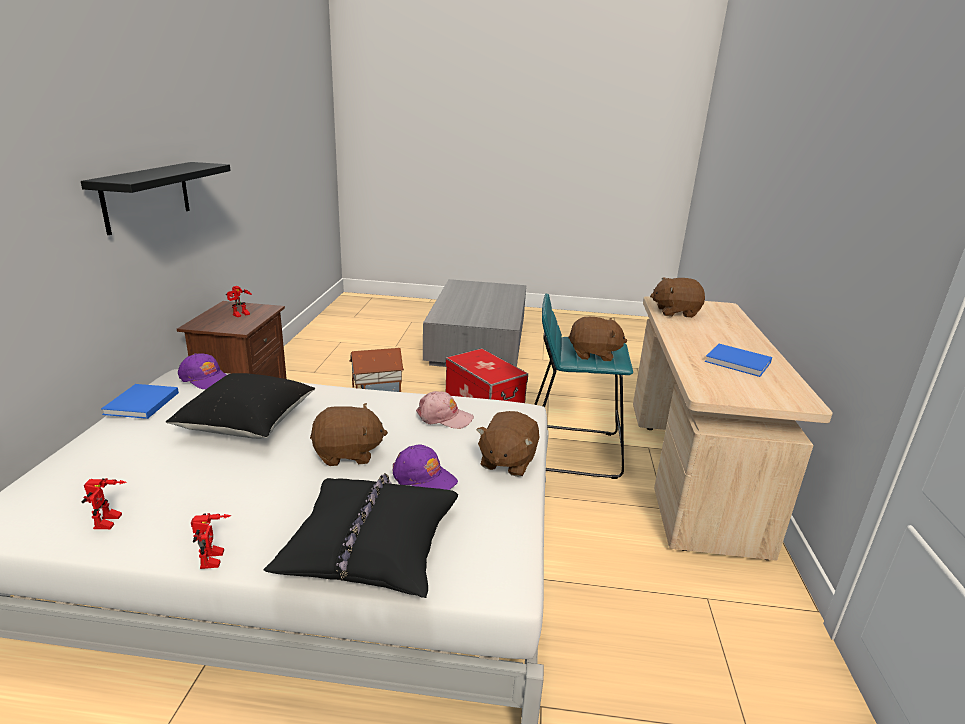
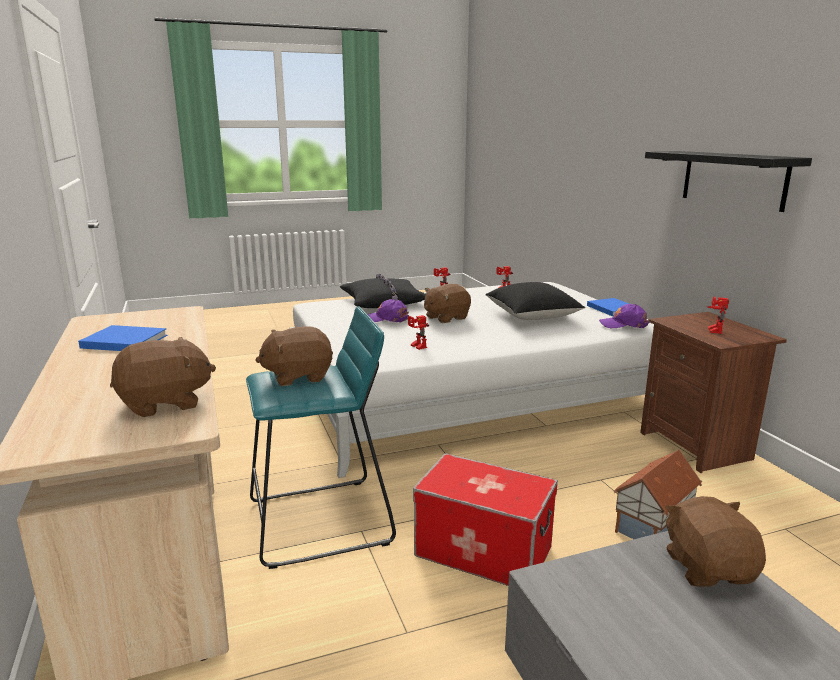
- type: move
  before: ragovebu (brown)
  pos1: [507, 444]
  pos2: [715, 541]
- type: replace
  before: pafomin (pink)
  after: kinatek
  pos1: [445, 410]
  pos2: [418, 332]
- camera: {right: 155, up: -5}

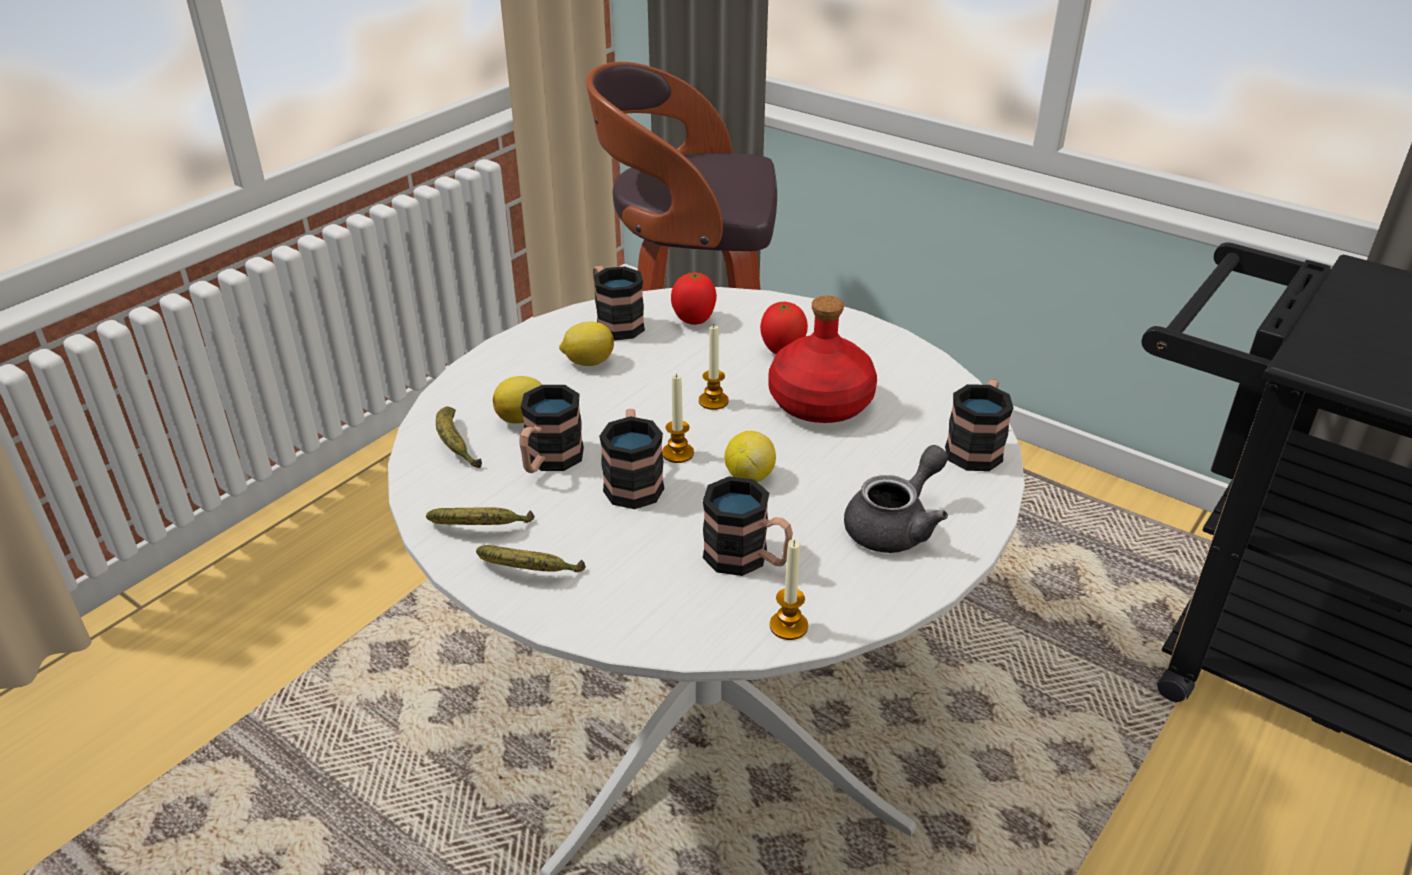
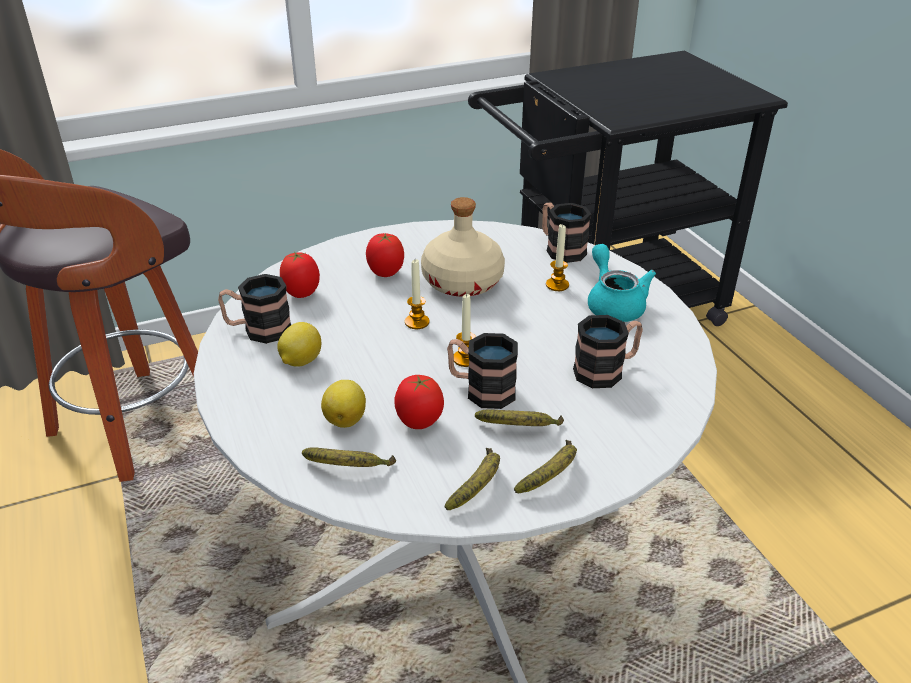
- type: delete
  before: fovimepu
  pos1: [750, 456]
- type: insert
  after: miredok
  pos2: [519, 417]
- type: move
  before: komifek
  pos1: [789, 589]
  pos2: [557, 257]
- type: replace
  before: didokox
  after: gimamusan
  pos1: [551, 429]
  pos2: [419, 402]
- type: recolor
  before: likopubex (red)
  after: likopubex (beige)
  pos1: [822, 359]
  pos2: [463, 247]
- type: recolor
  before: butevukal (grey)
  after: butevukal (turquoise)
  pos1: [896, 499]
  pos2: [622, 283]
- camera: {right: -60, up: 0}

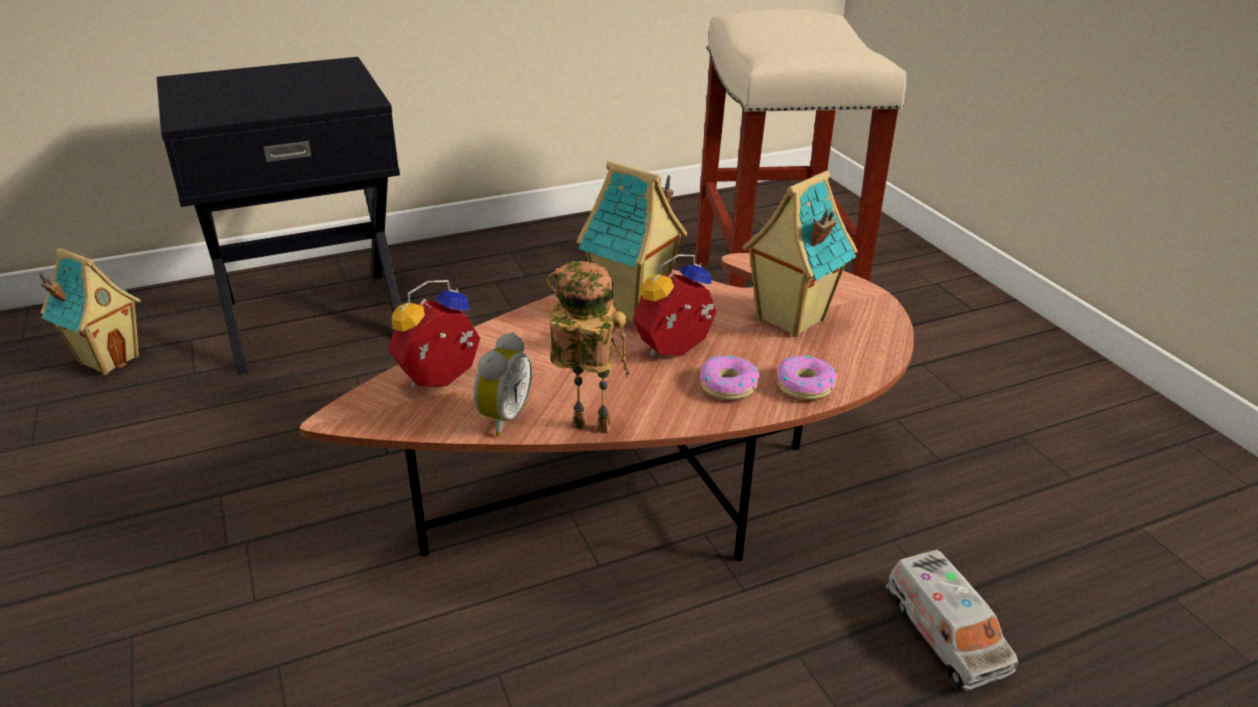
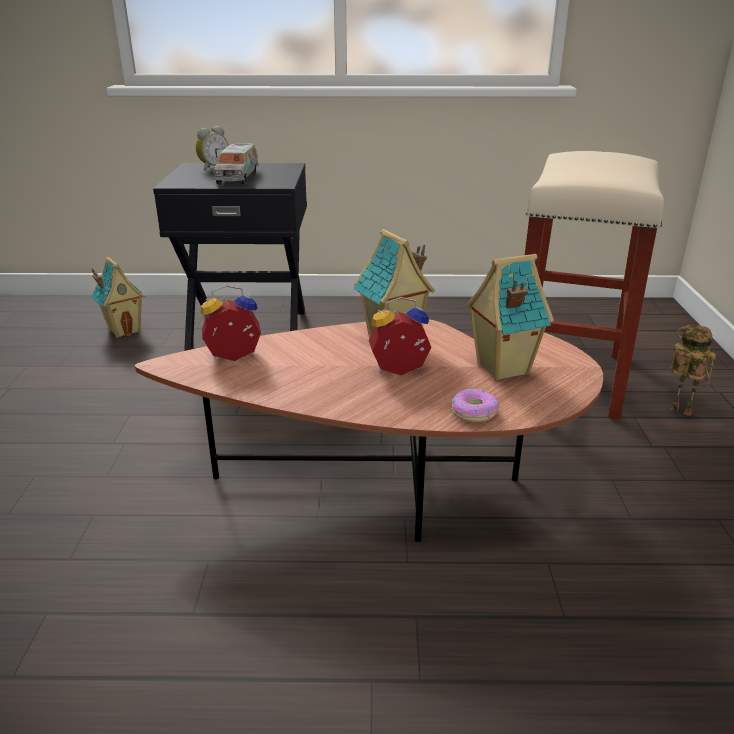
- type: delete
  before: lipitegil
  pos1: [730, 377]
- type: move
  before: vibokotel
  pos1: [503, 384]
  pos2: [212, 148]
- type: move
  before: kinatek
  pos1: [588, 347]
  pos2: [693, 370]
- type: move
  before: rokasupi
  pos1: [952, 620]
  pos2: [236, 164]
- camera: {right: 25, up: -5}

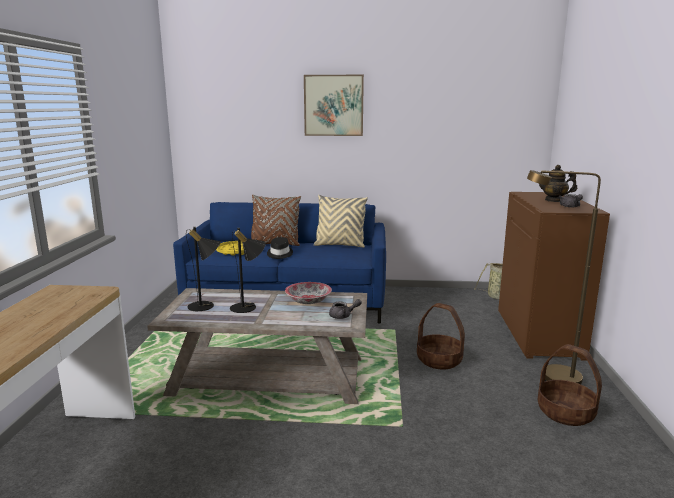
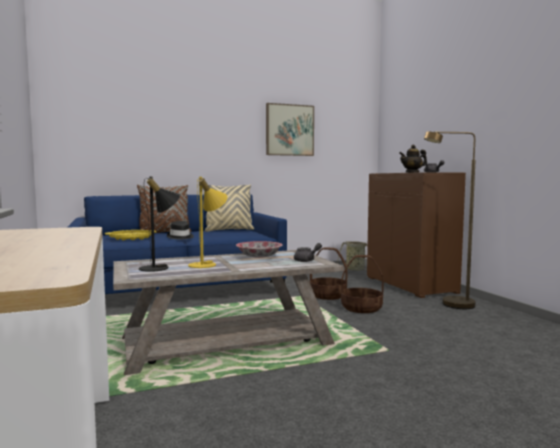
- type: move
  before: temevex
  pos1: [334, 105]
  pos2: [290, 129]
- type: move
  before: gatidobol
  pos1: [569, 385]
  pos2: [329, 273]
- type: recolor
  before: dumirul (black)
  after: dumirul (yellow)
  pos1: [247, 270]
  pos2: [207, 222]
- camera: {right: -25, up: -10}

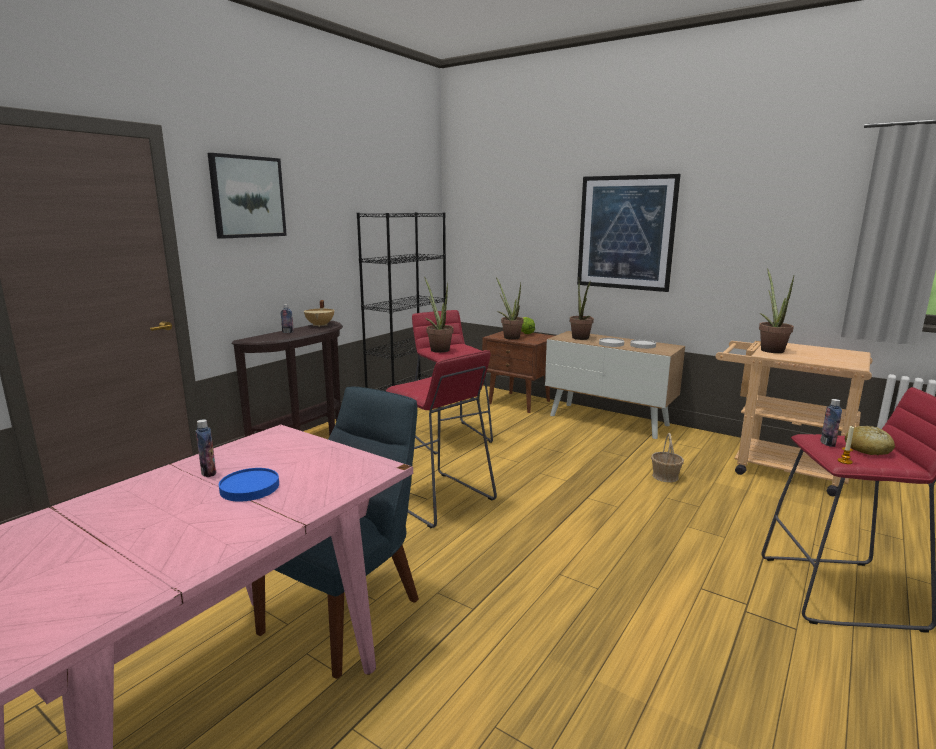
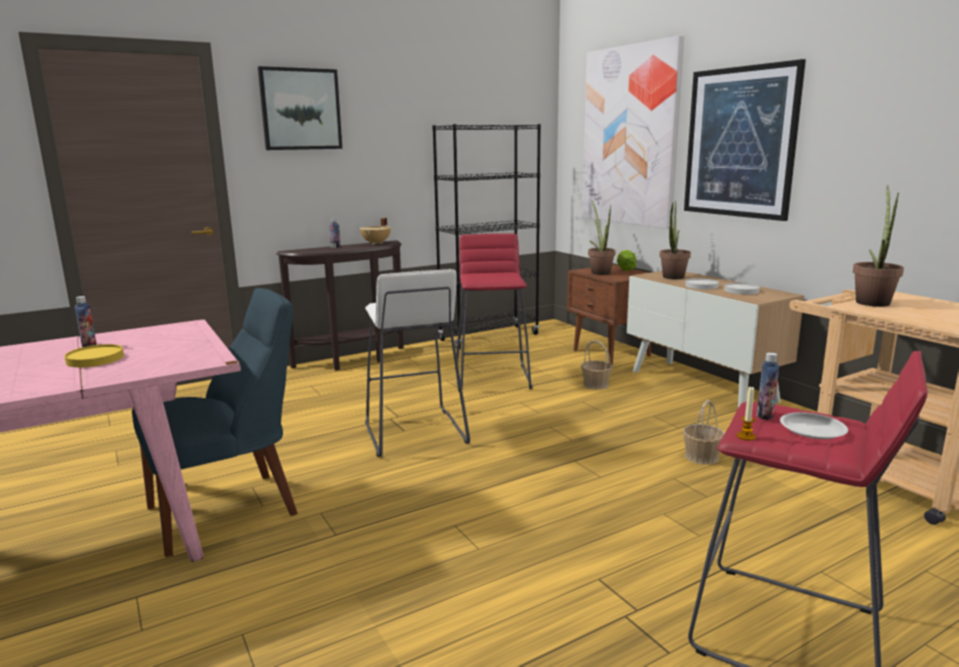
- type: delete
  before: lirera
  pos1: [439, 315]
- type: insert
  after: gatidobol
  pos2: [597, 365]
- type: insert
  after: temevex
  pos2: [633, 132]
- type: replace
  before: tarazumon
  after: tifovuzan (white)
  pos1: [870, 440]
  pos2: [814, 425]
- type: recolor
  before: tifovuzan (blue)
  after: tifovuzan (yellow)
  pos1: [249, 485]
  pos2: [94, 355]
- type: recolor
  before: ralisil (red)
  after: ralisil (white)
  pos1: [441, 439]
  pos2: [417, 363]
- camera: {right: 25, up: 0}

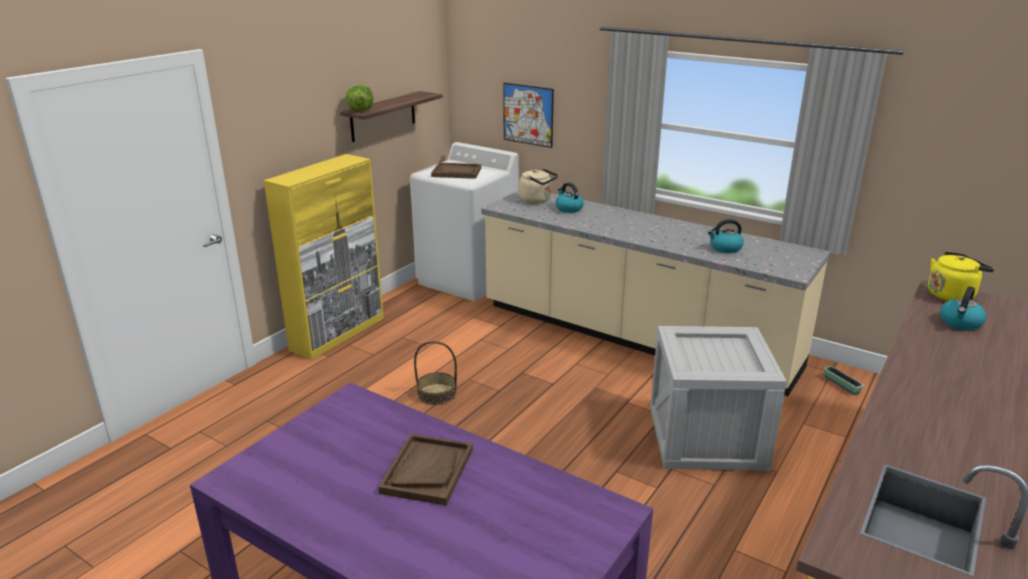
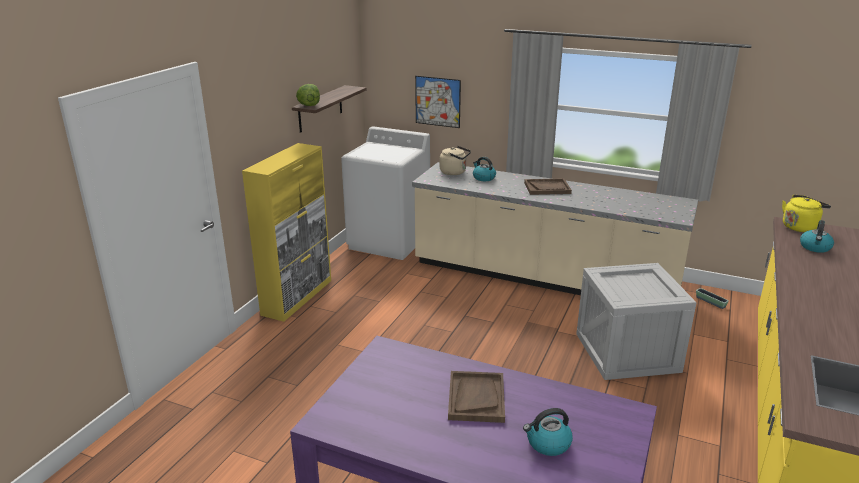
- type: delete
  before: gatidobol
  pos1: [435, 373]
- type: move
  before: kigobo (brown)
  pos1: [456, 171]
  pos2: [548, 186]
- type: move
  before: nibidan
  pos1: [725, 236]
  pos2: [548, 432]
- camera: {right: -10, up: 0}

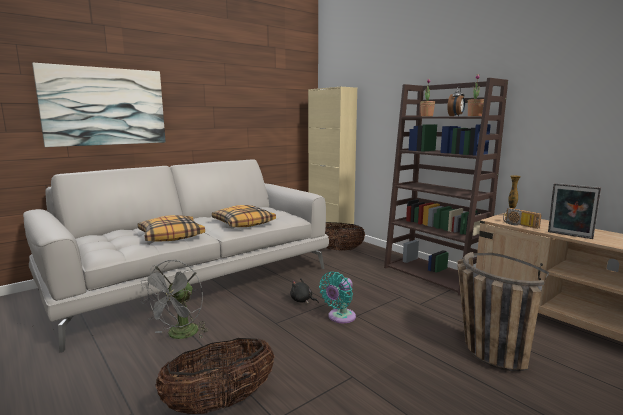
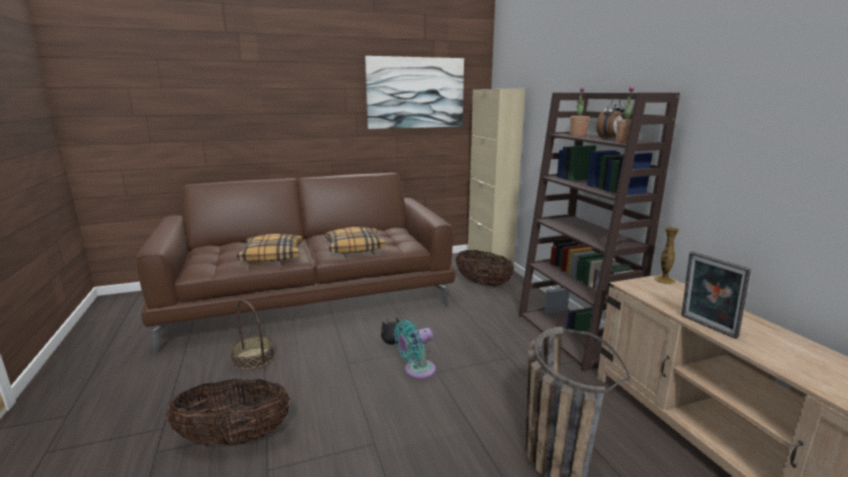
- type: delete
  before: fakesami
  pos1: [522, 218]
- type: move
  before: temevex
  pos1: [99, 105]
  pos2: [414, 92]
- type: replace
  before: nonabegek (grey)
  after: gatidobol
  pos1: [174, 299]
  pos2: [252, 335]
- type: recolor
  before: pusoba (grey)
  after: pusoba (brown)
  pos1: [176, 256]
  pos2: [295, 264]
- camera: {right: 20, up: 5}

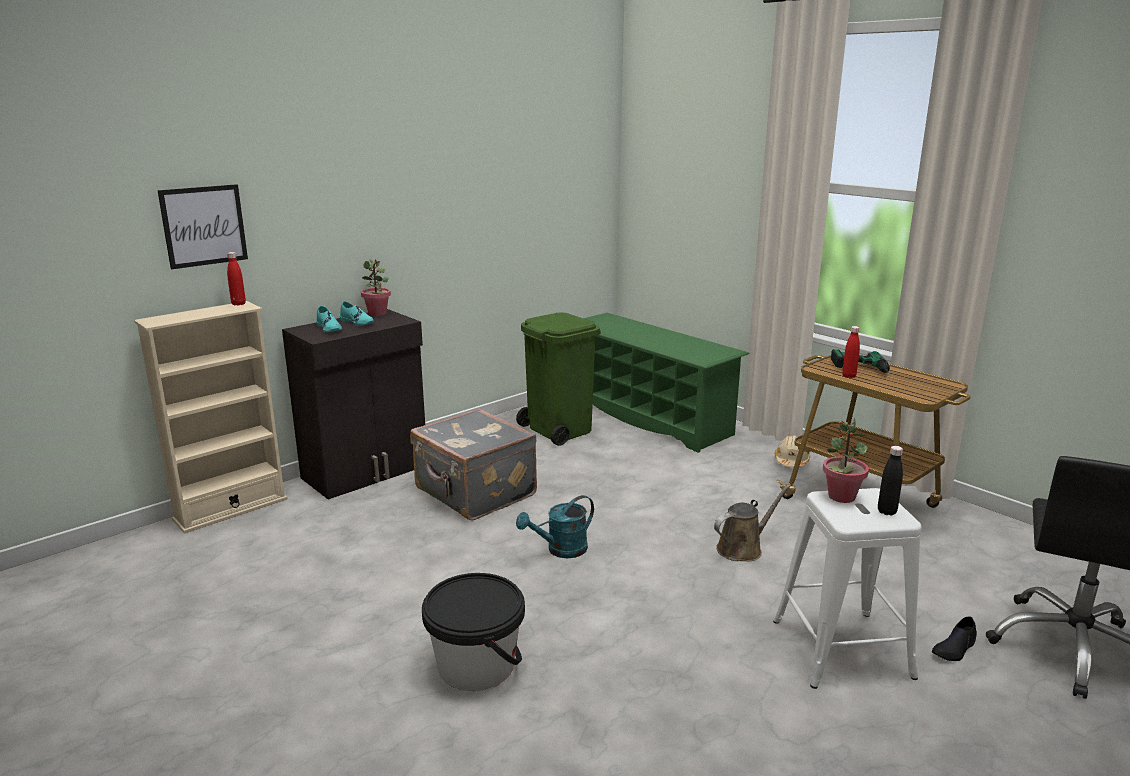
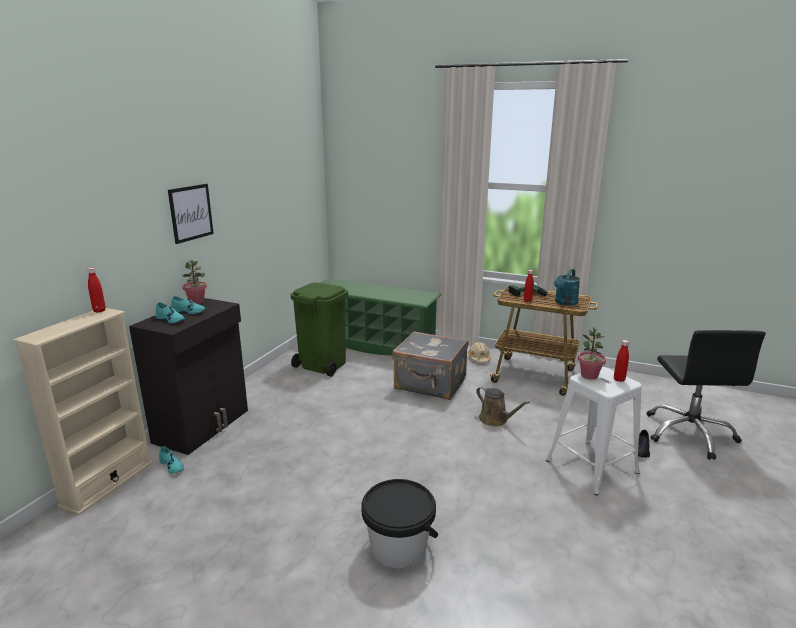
- type: insert
  after: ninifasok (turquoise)
  pos2: [171, 460]
- type: move
  before: temevex
  pos1: [202, 226]
  pos2: [191, 214]
- type: move
  before: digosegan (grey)
  pos1: [473, 465]
  pos2: [430, 365]
- type: move
  before: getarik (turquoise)
  pos1: [555, 526]
  pos2: [567, 287]
- type: recolor
  before: likopubex (black)
  after: likopubex (red)
  pos1: [890, 481]
  pos2: [621, 361]
- type: rotate
  before: getarik (brown)
  pos1: [752, 522]
  pos2: [503, 406]
  turn: 105
- camera: {right: -25, up: 0}

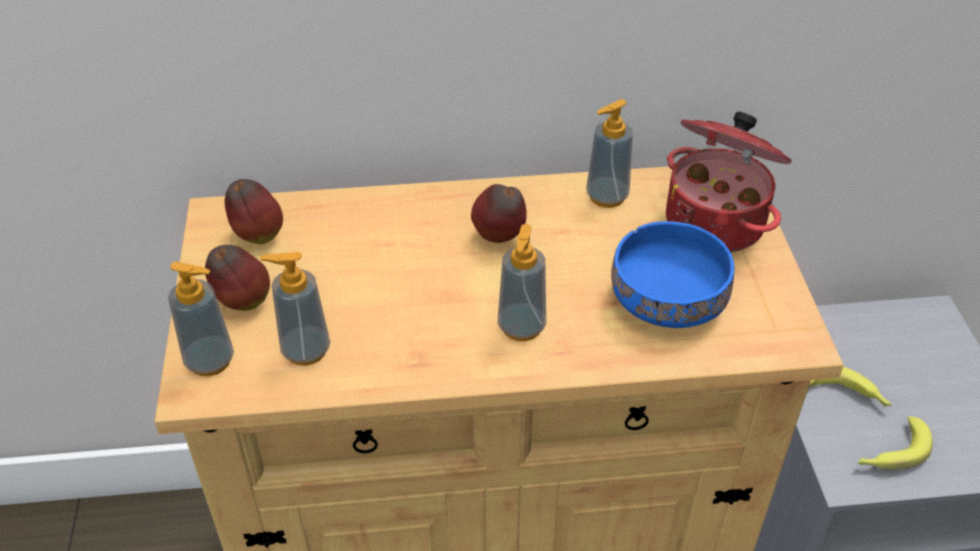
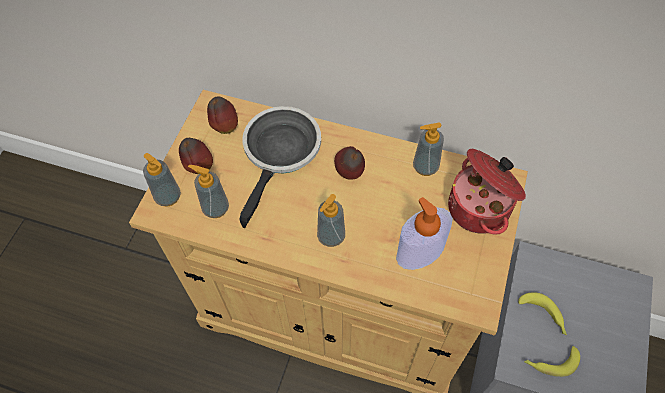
- type: insert
  after: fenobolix
  pos2: [280, 167]
- type: replace
  before: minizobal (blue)
  after: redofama
  pos1: [672, 274]
  pos2: [424, 233]
- camera: {right: 25, up: 15}

